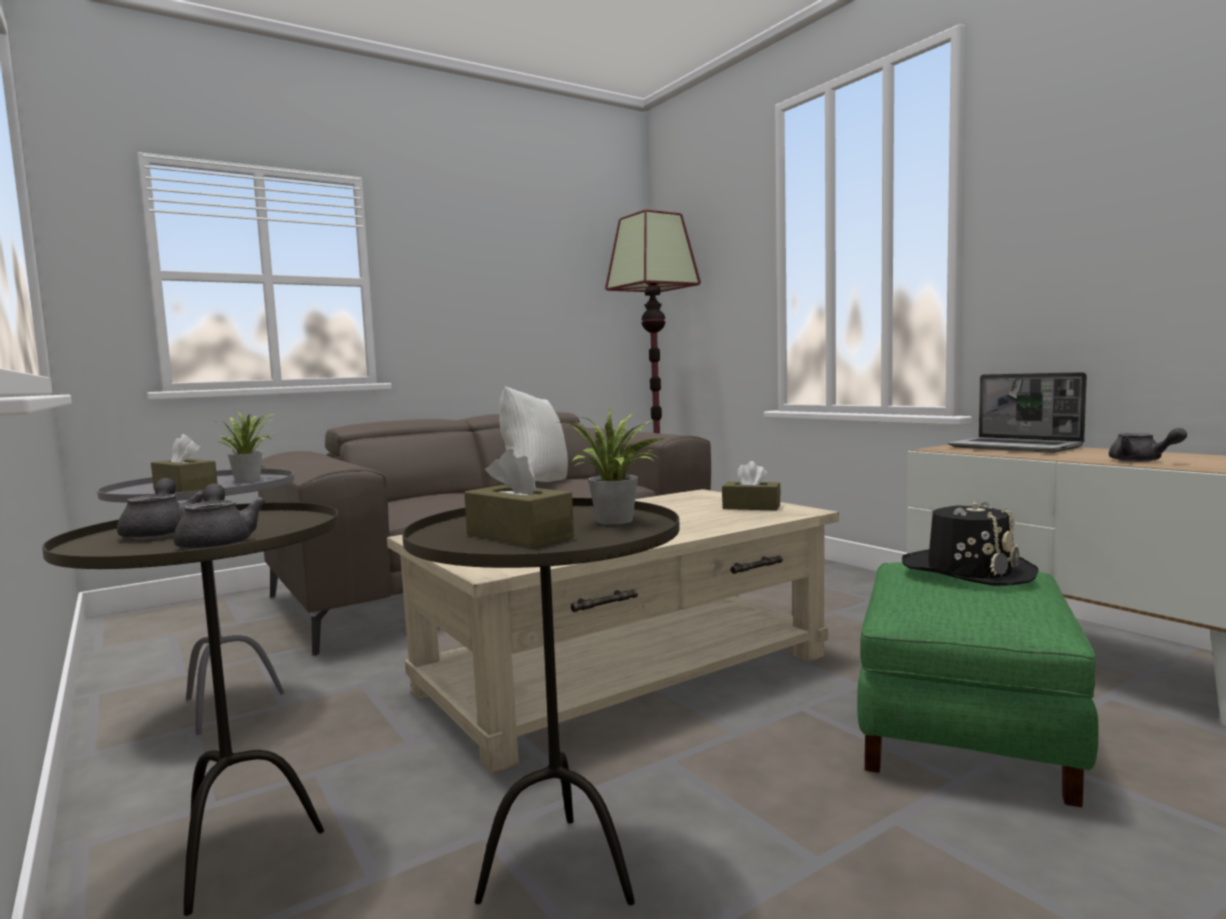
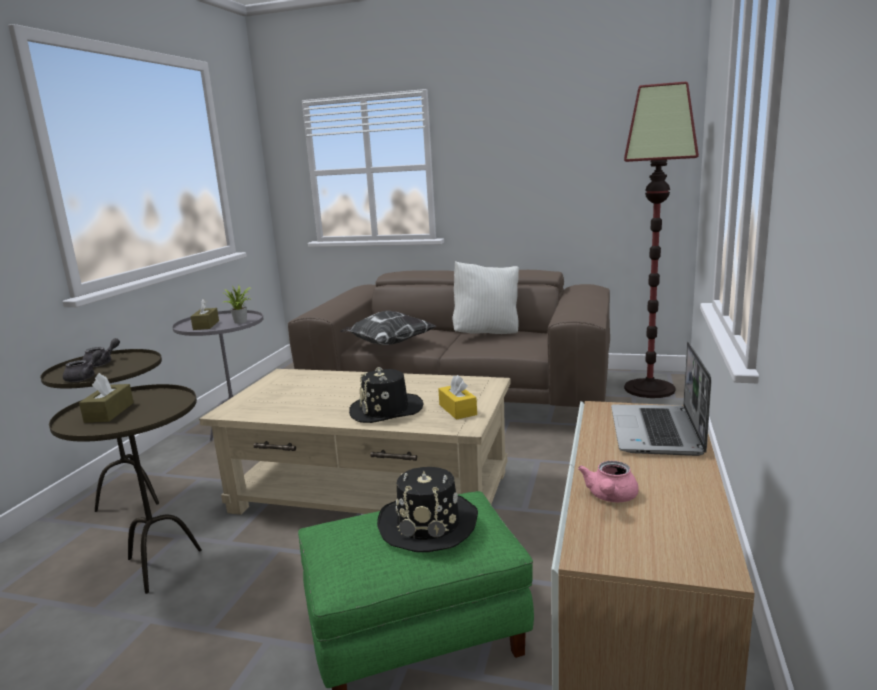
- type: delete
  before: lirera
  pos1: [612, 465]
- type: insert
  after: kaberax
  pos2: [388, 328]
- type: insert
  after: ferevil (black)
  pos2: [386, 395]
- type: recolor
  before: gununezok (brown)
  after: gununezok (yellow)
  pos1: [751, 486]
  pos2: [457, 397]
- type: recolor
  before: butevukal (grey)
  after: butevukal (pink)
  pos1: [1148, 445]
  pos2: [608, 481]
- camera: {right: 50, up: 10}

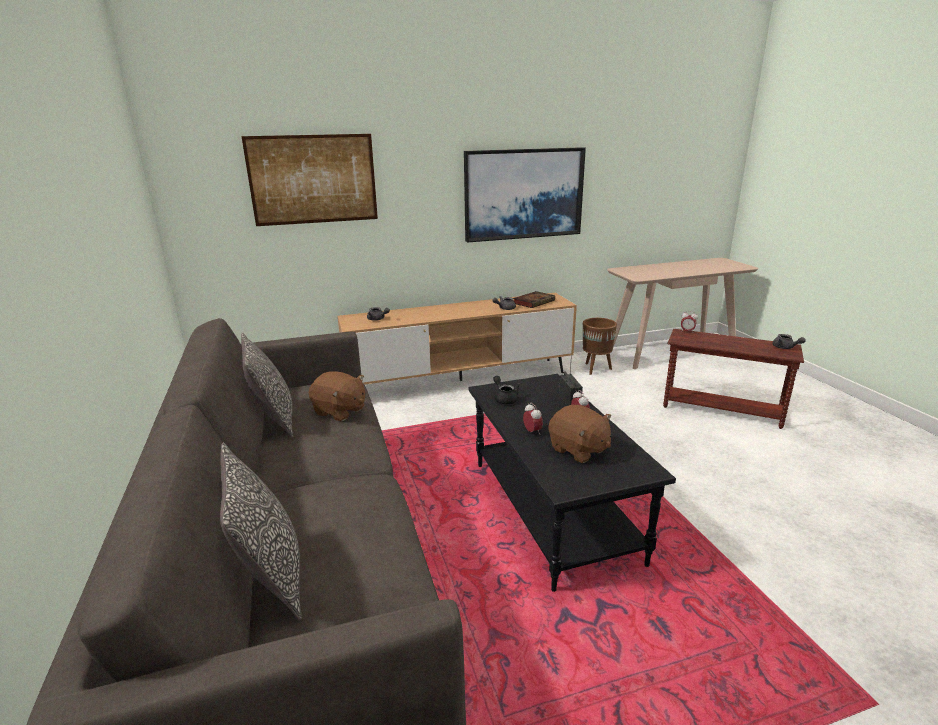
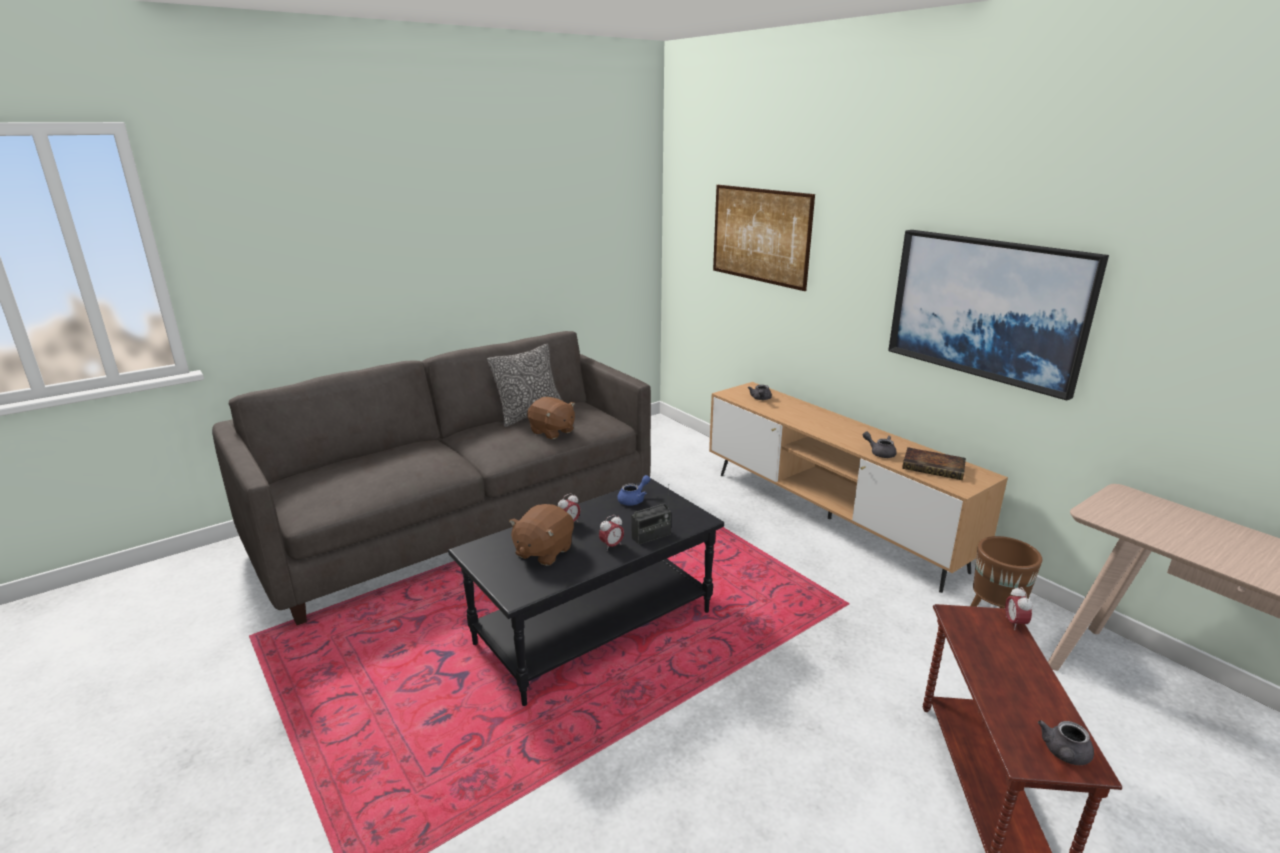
- type: delete
  before: kaberax
  pos1: [261, 532]
- type: recolor
  before: butevukal (black)
  after: butevukal (blue)
  pos1: [507, 390]
  pos2: [633, 490]
- type: rotate
  before: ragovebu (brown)
  pos1: [337, 396]
  pos2: [551, 418]
  turn: -60
- camera: {right: 70, up: 0}

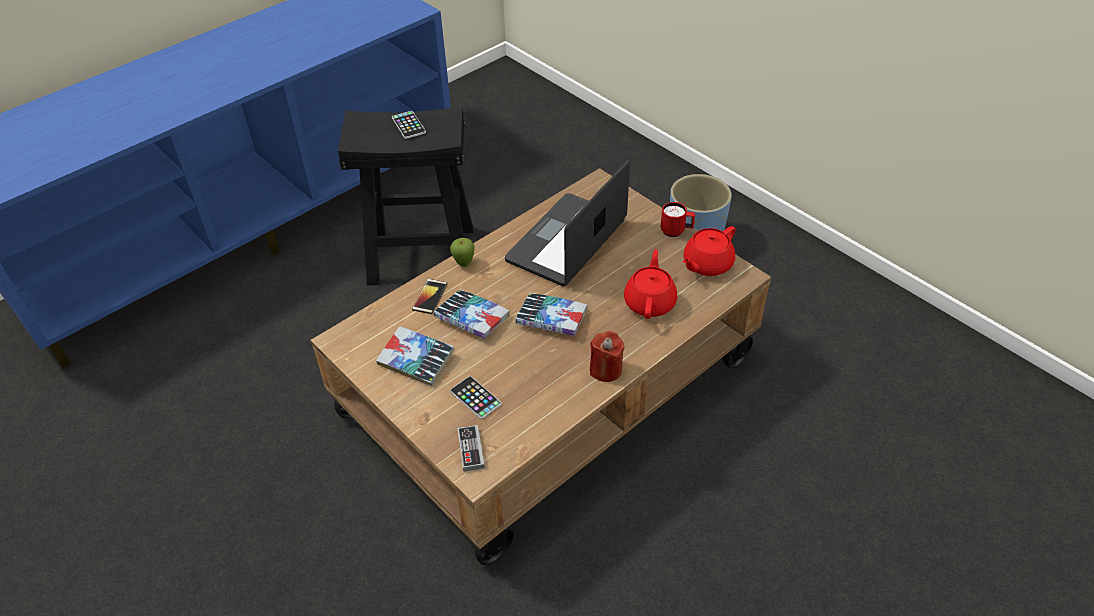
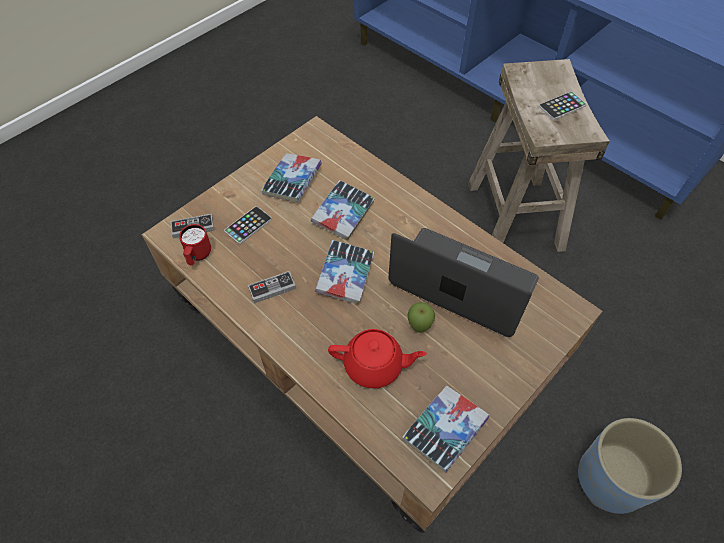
- type: delete
  before: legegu
  pos1: [429, 296]
- type: delete
  before: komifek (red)
  pos1: [607, 356]
- type: insert
  after: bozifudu
  pos2: [272, 287]
- type: move
  before: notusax
  pos1: [462, 252]
  pos2: [421, 317]
- type: move
  before: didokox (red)
  pos1: [678, 219]
  pos2: [195, 244]
- type: replace
  before: butevukal (red)
  after: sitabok
  pos1: [709, 251]
  pos2: [445, 429]
- type: recolor
  before: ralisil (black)
  after: ralisil (beige)
  pos1: [405, 195]
  pos2: [539, 155]
- camera: {right: 85, up: 10}

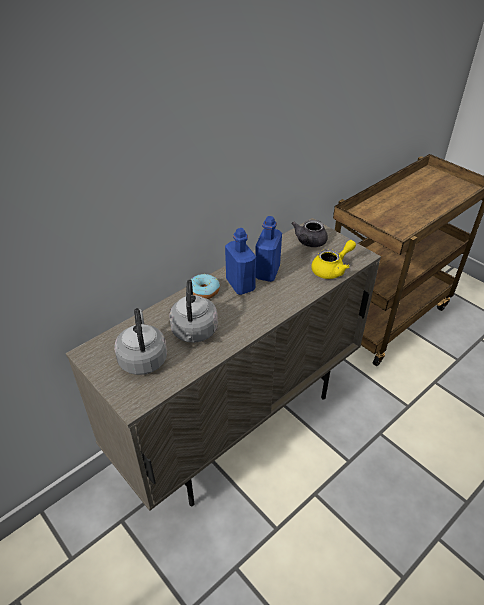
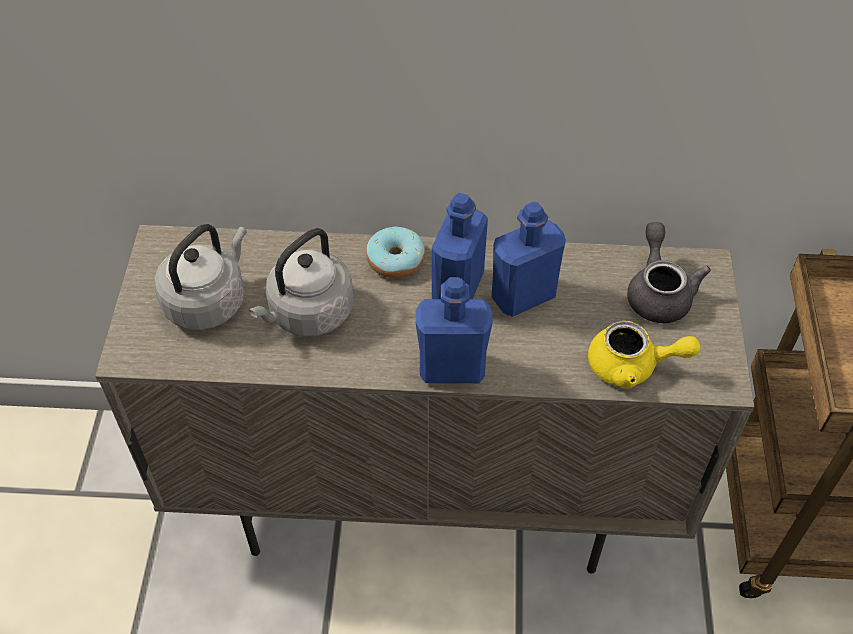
- type: insert
  after: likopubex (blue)
  pos2: [454, 330]
- type: rotate
  before: butevukal (grey)
  pos1: [309, 233]
  pos2: [669, 272]
  turn: 105
- camera: {right: 45, up: 10}

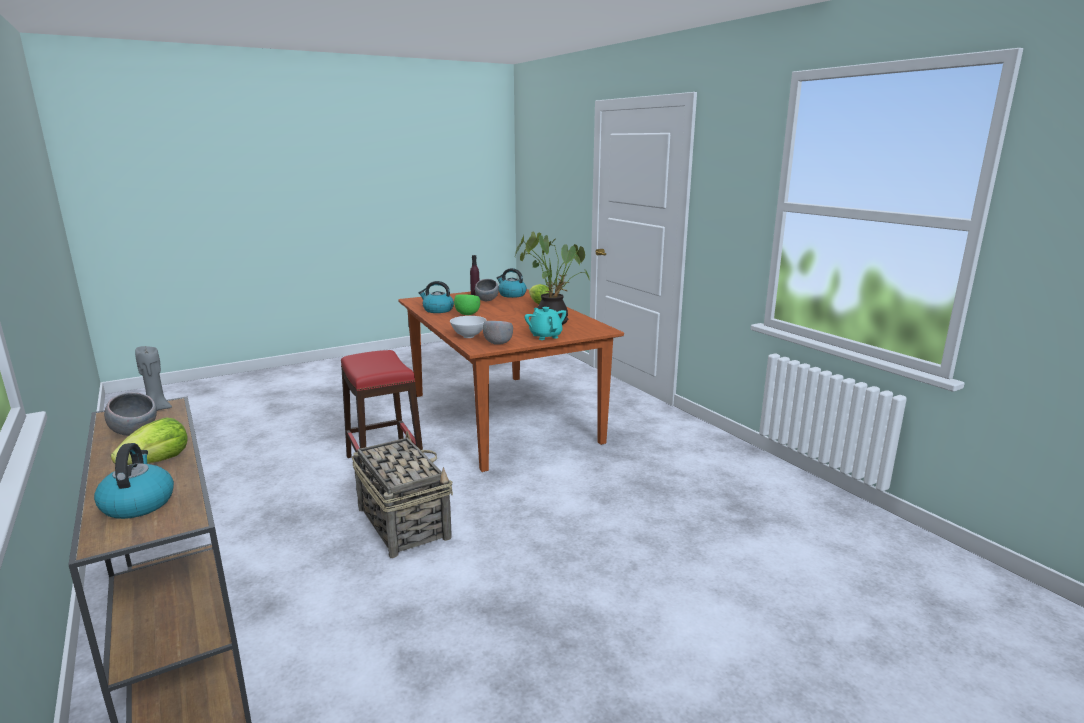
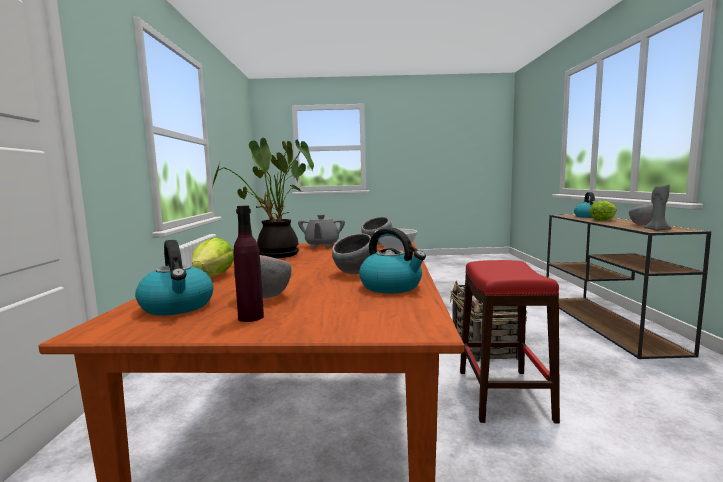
- type: recolor
  before: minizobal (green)
  after: minizobal (grey)
  pos1: [467, 304]
  pos2: [351, 254]
- type: recolor
  before: butevukal (turquoise)
  after: butevukal (grey)
  pos1: [545, 323]
  pos2: [321, 231]
- camera: {right: -150, up: -10}

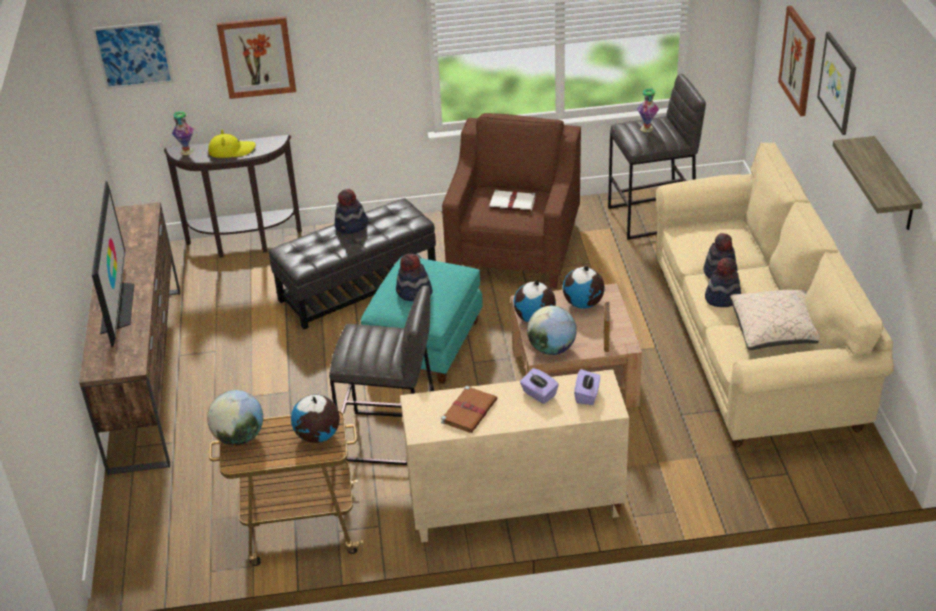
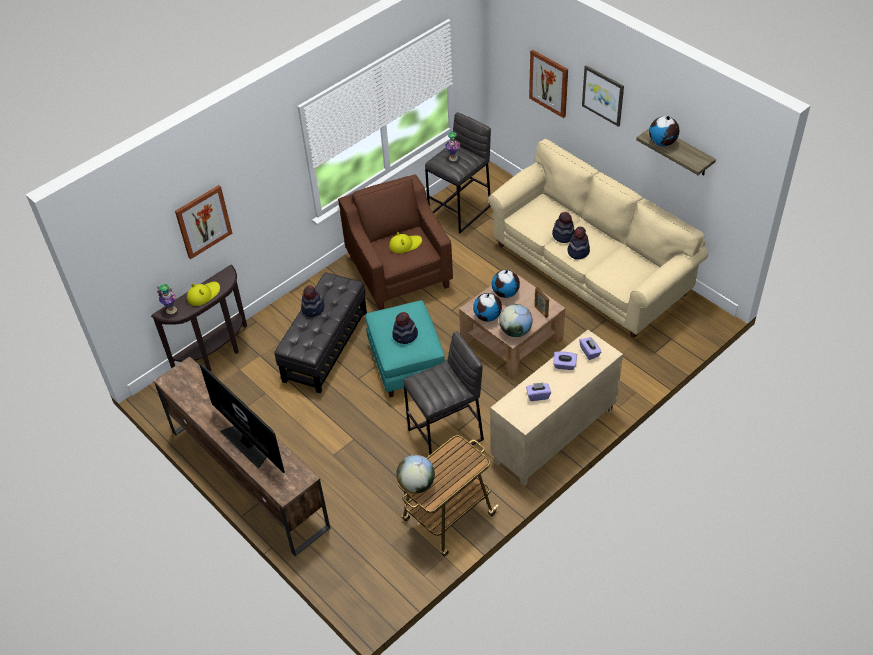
- type: delete
  before: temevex
  pos1: [133, 55]
- type: delete
  before: kaberax (beige)
  pos1: [774, 320]
- type: move
  before: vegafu
  pos1: [315, 418]
  pos2: [664, 131]
- type: replace
  before: sitabok (brown)
  after: gununezok (purple)
  pos1: [469, 409]
  pos2: [538, 392]
- type: replace
  before: sitabok (white)
  after: ferevil (yellow)
  pos1: [514, 201]
  pos2: [405, 242]
- camera: {right: -35, up: 10}

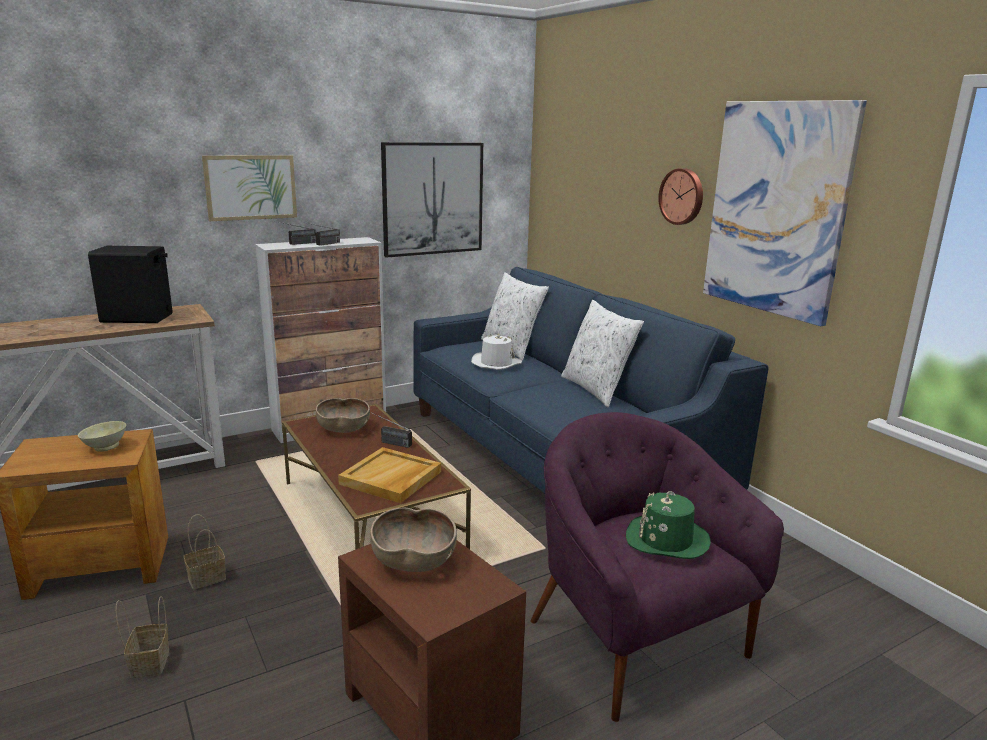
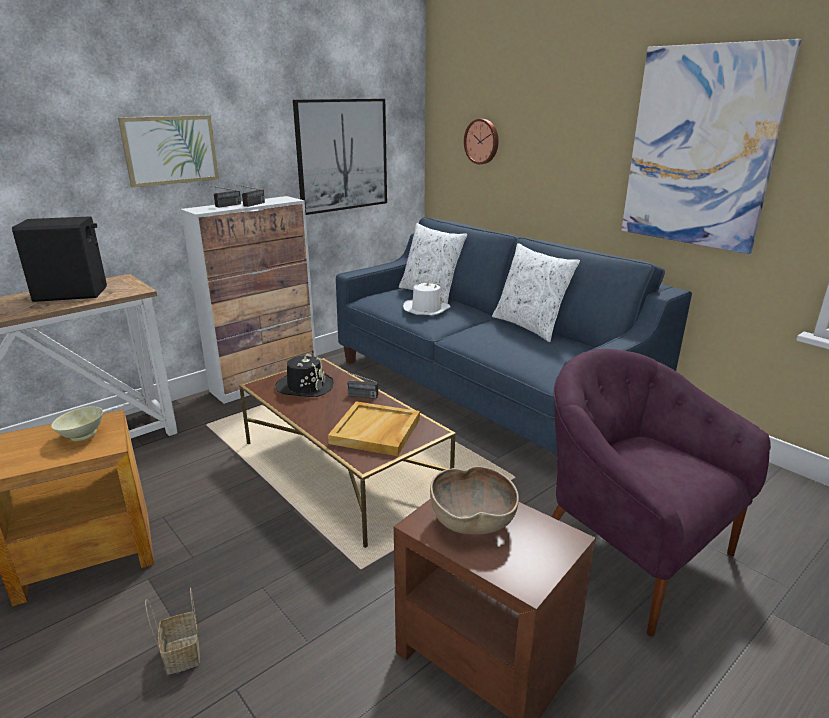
- type: delete
  before: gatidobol
  pos1: [205, 552]
- type: delete
  before: ferevil (green)
  pos1: [668, 525]
- type: move
  before: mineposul
  pos1: [680, 196]
  pos2: [481, 141]
- type: replace
  before: minizobal (brown)
  after: ferevil (black)
  pos1: [343, 415]
  pos2: [304, 375]
- camera: {right: -10, up: 5}

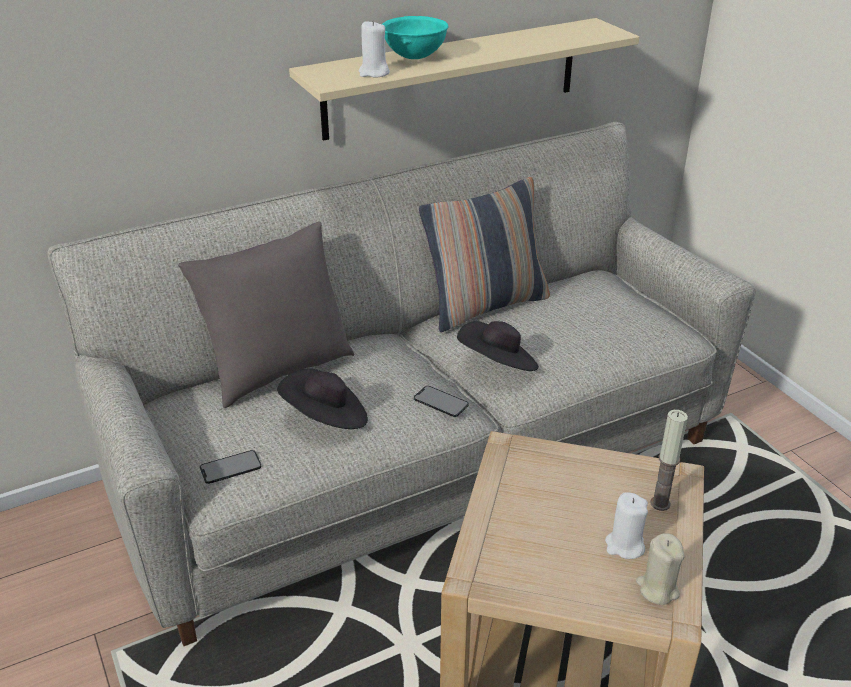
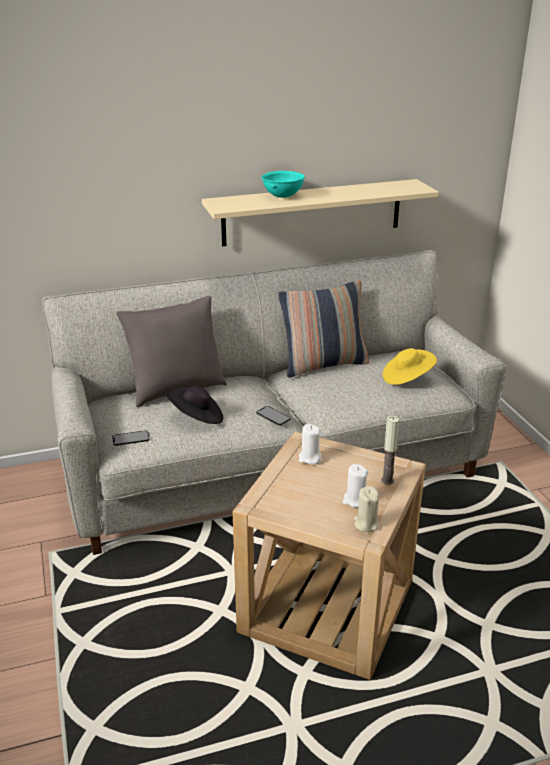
- type: delete
  before: ferevil (black)
  pos1: [498, 346]
- type: insert
  after: ferevil (yellow)
  pos2: [410, 366]
- type: move
  before: komifek (white)
  pos1: [374, 49]
  pos2: [310, 444]
- camera: {right: 10, up: -5}

